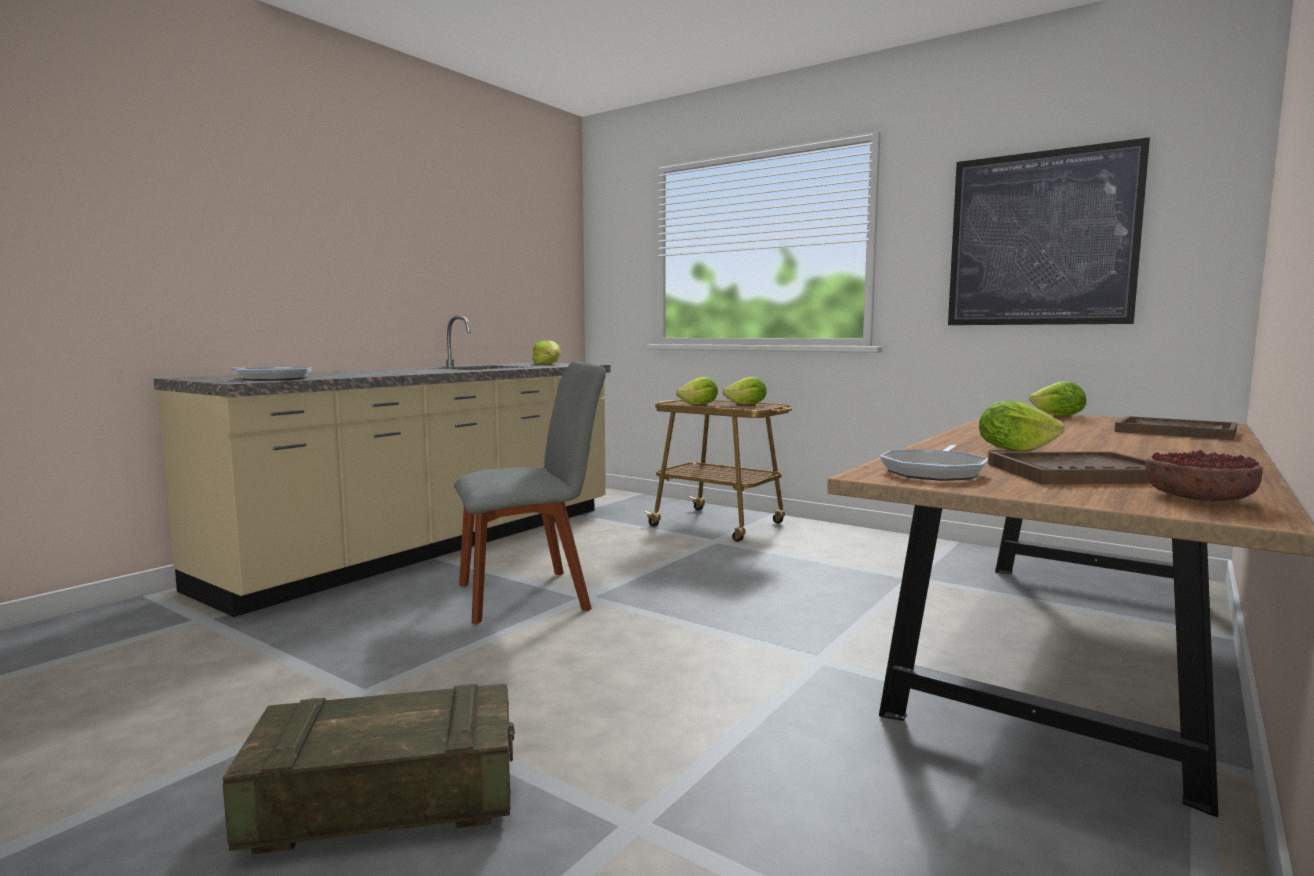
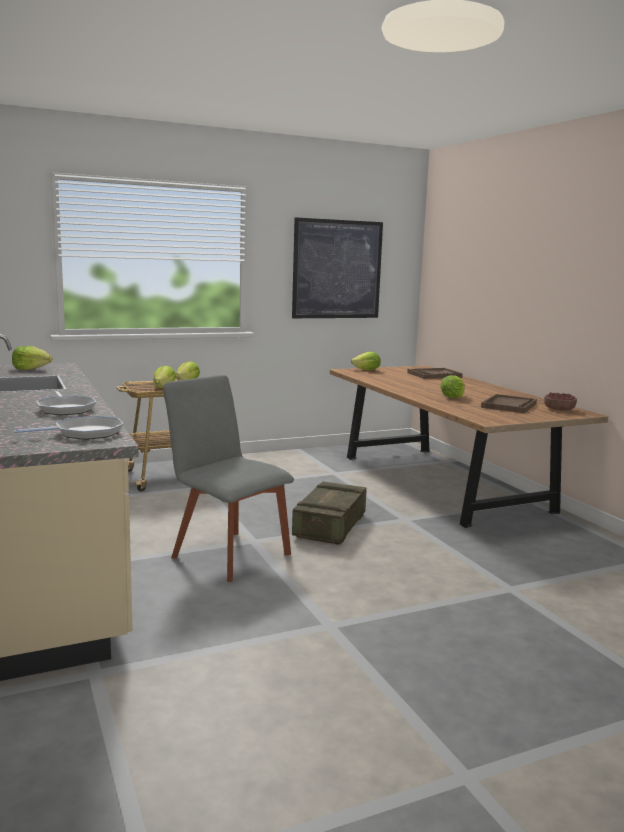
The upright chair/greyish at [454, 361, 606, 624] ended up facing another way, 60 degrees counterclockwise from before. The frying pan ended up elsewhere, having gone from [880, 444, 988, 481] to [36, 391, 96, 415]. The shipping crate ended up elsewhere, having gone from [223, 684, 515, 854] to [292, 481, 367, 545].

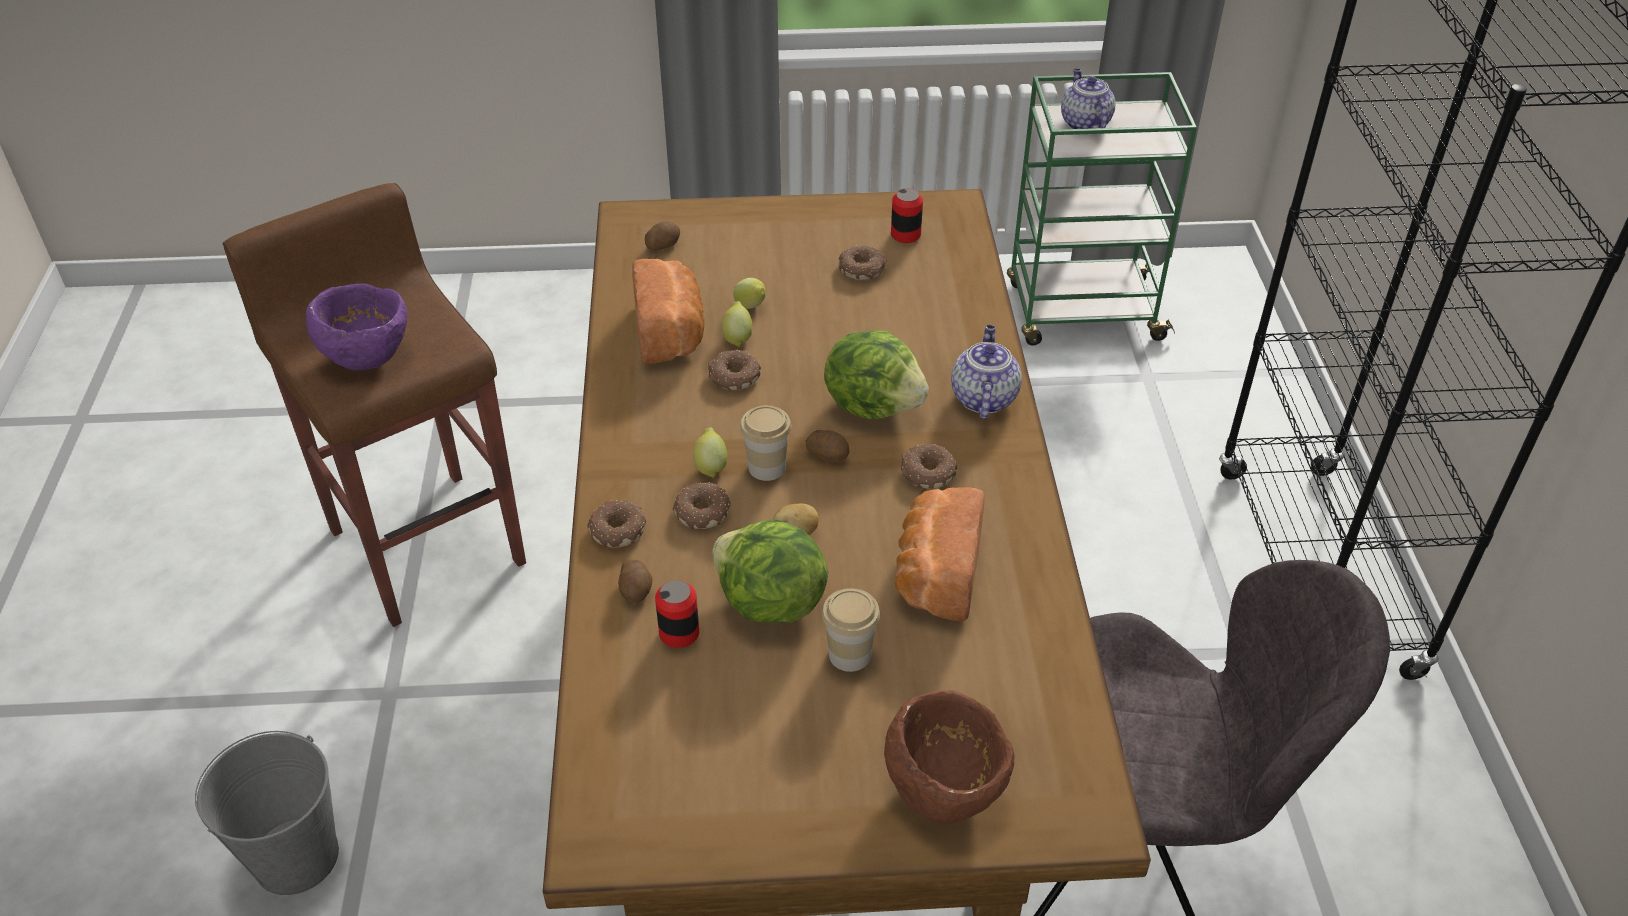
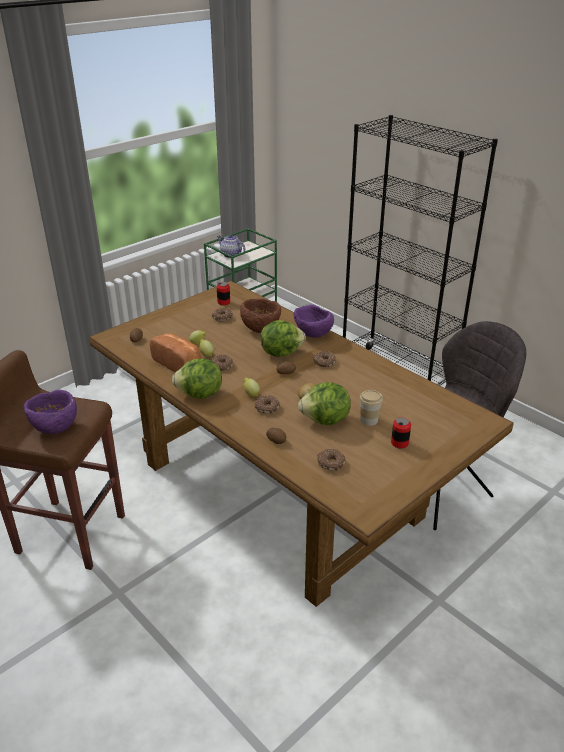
Where the teapot stood at [951, 325, 1022, 419], the serving bowl/purple-coloured came to stand at [294, 304, 334, 338]. The second view lost the drinking cup at [740, 405, 791, 481]. The second view lost the bakery bread at [895, 487, 985, 621]. The doughnut ended up elsewhere, having gone from [587, 500, 646, 547] to [317, 449, 346, 471]. The can ended up elsewhere, having gone from [655, 580, 699, 648] to [391, 417, 411, 449]. The serving bowl/brownish ended up elsewhere, having gone from [884, 690, 1015, 823] to [240, 299, 281, 333]. The second view lost the pail/greyish at [195, 731, 339, 895]. The second view gained the head of lettuce at [172, 359, 222, 399].

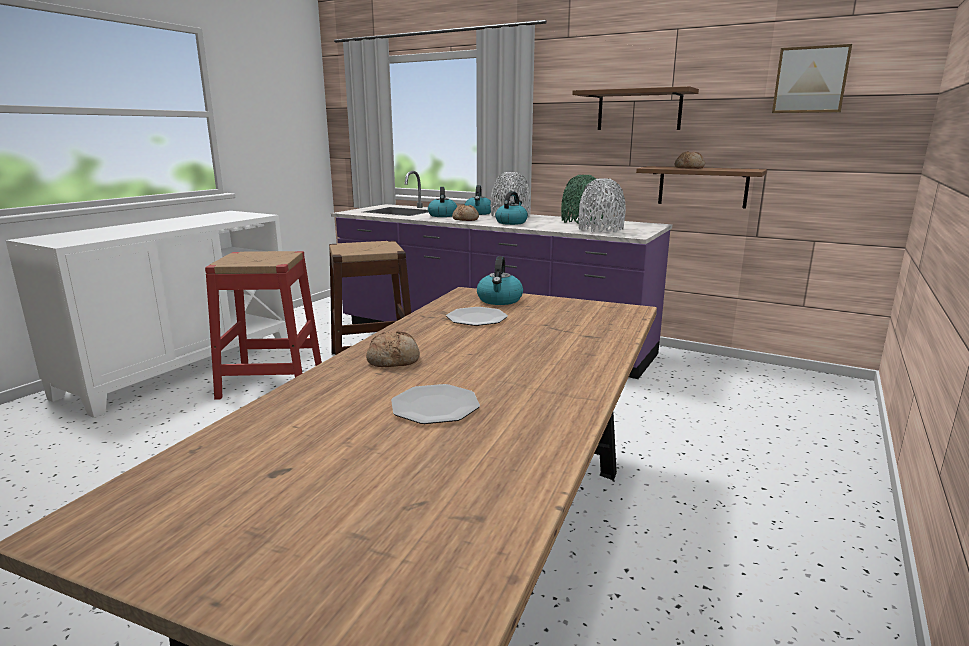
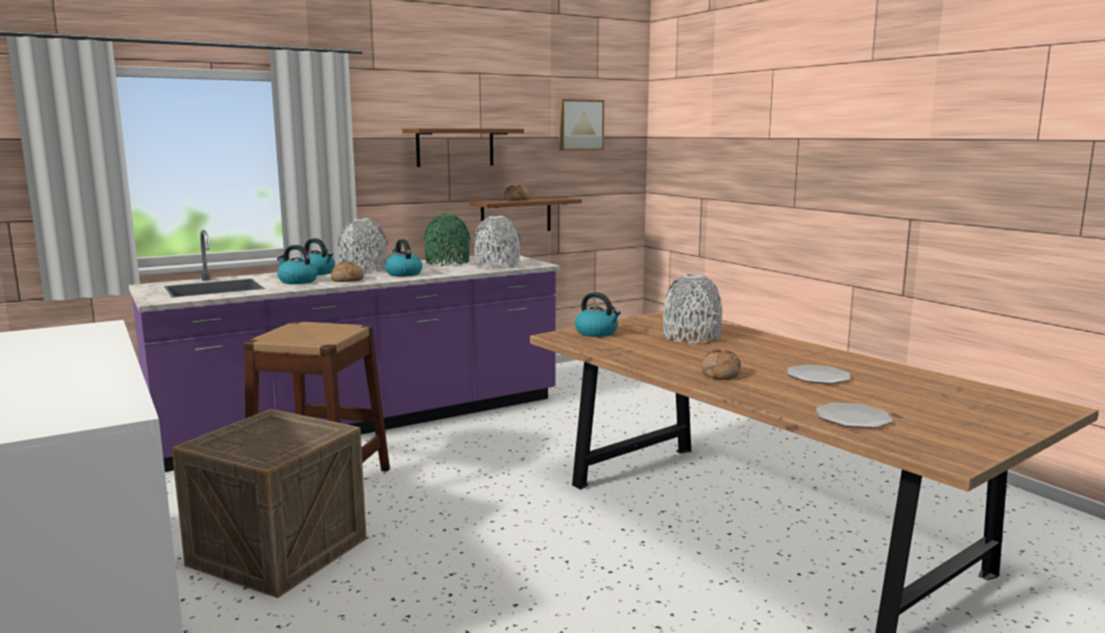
Where the stool seat/reddish stood at [205, 251, 322, 400], the shipping crate came to stand at [172, 409, 367, 598]. The plate ended up elsewhere, having gone from [446, 307, 508, 326] to [816, 403, 893, 428]. The second view gained the flower vase/greyish at [663, 274, 722, 344].

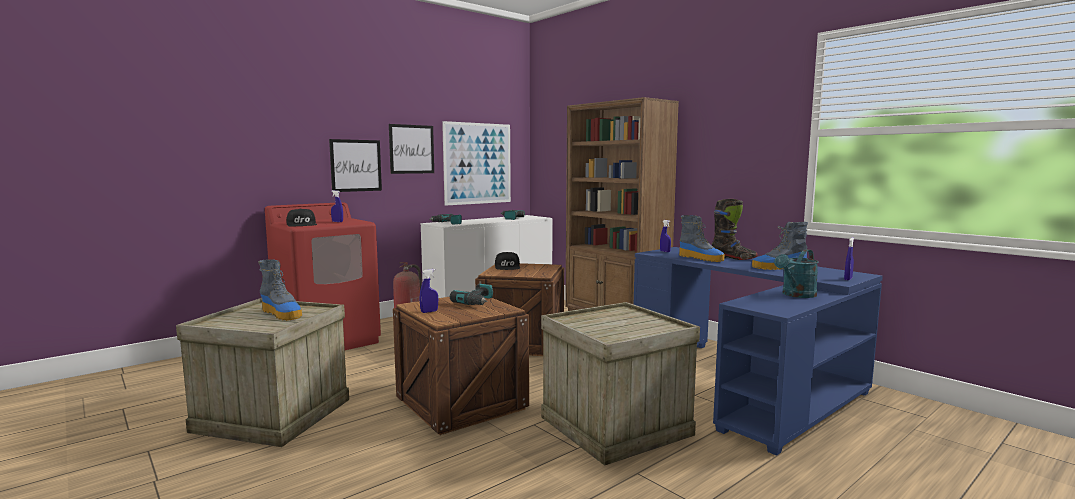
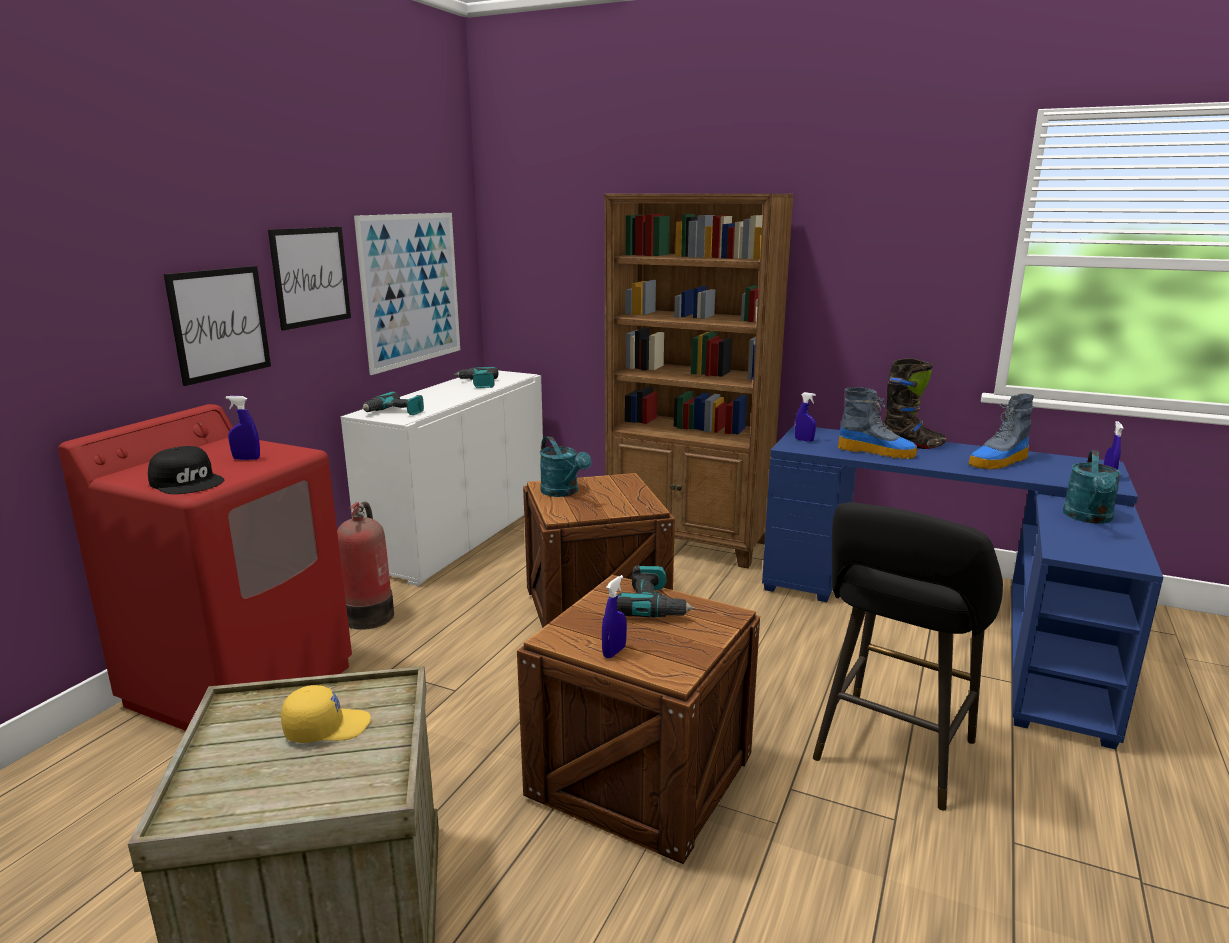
Where the peaked cap/black stood at [495, 252, 520, 270], the watering pot/turquoise-coloured came to stand at [540, 436, 591, 497]. Where the boot stood at [258, 259, 302, 321], the peaked cap/yellow came to stand at [281, 685, 371, 743]. Where the shipping crate stood at [541, 302, 700, 466], the stool seat/black came to stand at [813, 502, 1003, 811].

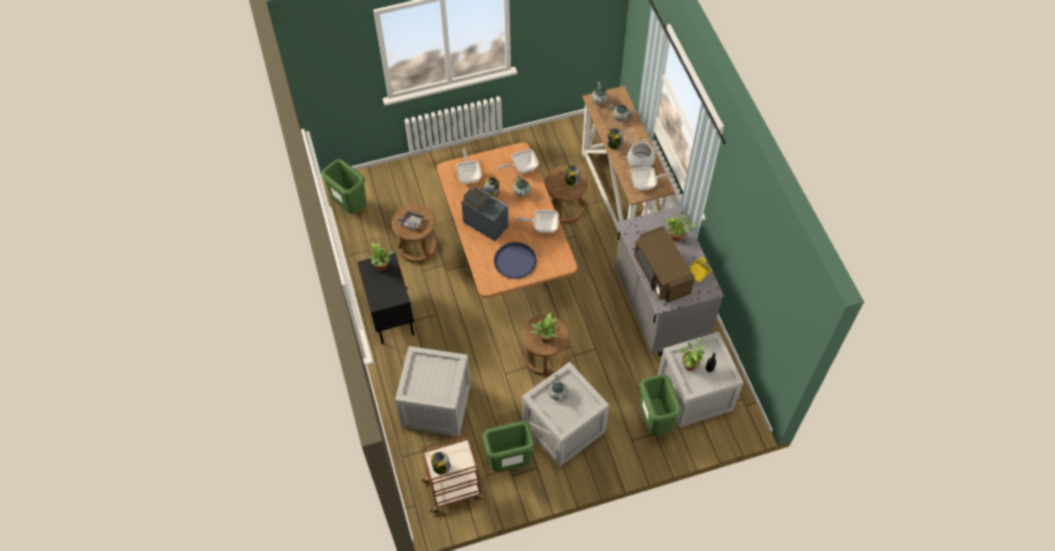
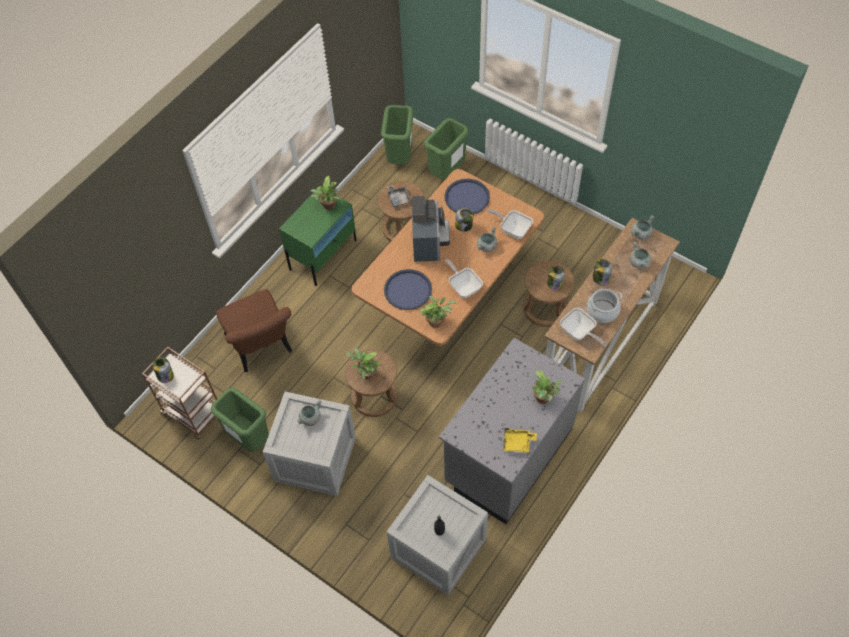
Where the frying pan stood at [456, 148, 482, 184], the serving tray/blue-coloured came to stand at [444, 179, 490, 215]. The second view lost the kitchen microwave/brownish at [634, 226, 695, 303]. What was the nightstand/black at [357, 252, 414, 344] turned into the nightstand/greenish at [279, 186, 357, 286]. The plant in a pot ended up elsewhere, having gone from [677, 338, 707, 371] to [420, 296, 456, 328]. Where the shipping crate stood at [395, 346, 471, 436], the upright chair/brownish came to stand at [216, 289, 292, 372]. The waste bin/greenish ended up elsewhere, having gone from [640, 374, 682, 435] to [424, 118, 469, 179].

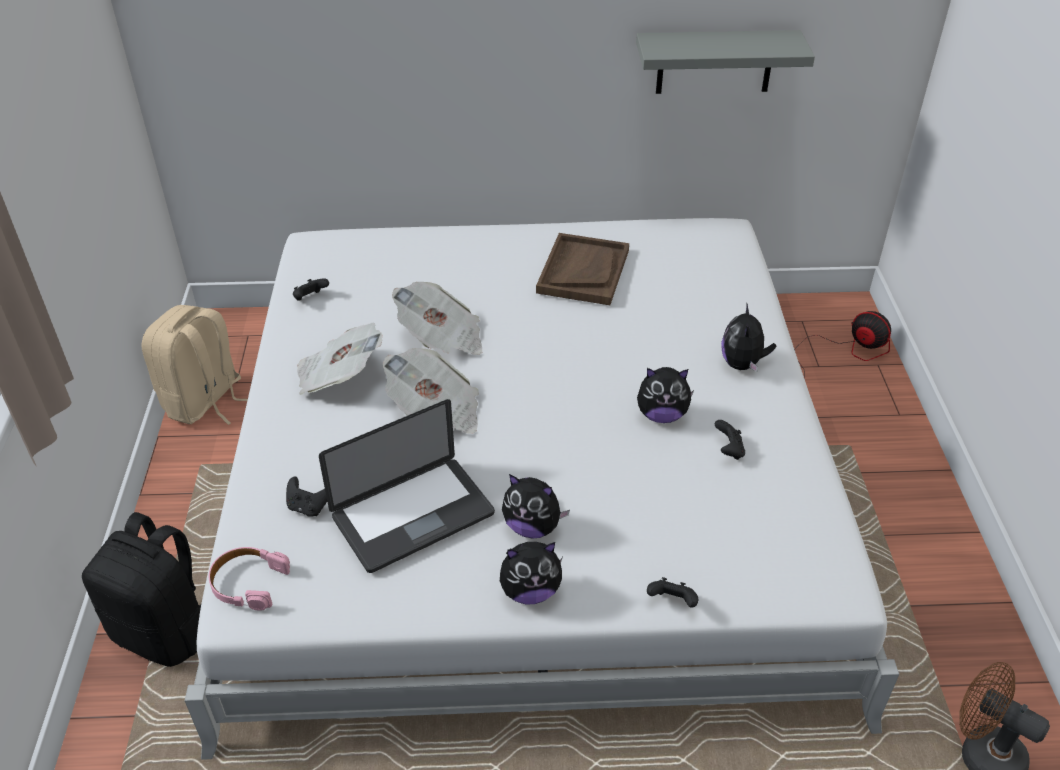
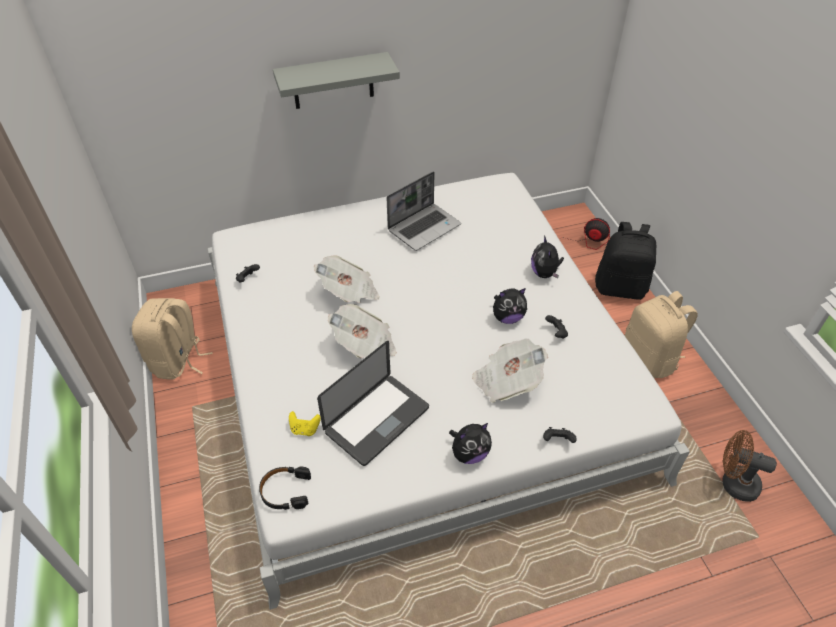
The shelf/greyish ended up elsewhere, having gone from [636, 30, 815, 94] to [273, 52, 400, 109]. Where the serving tray/brownish stood at [536, 233, 629, 305], the laptop came to stand at [387, 171, 461, 251]. The newspaper ended up elsewhere, having gone from [297, 323, 383, 395] to [472, 338, 548, 403]. The second view lost the plush toy at [502, 474, 570, 539]. What was the joypad/black at [286, 476, 327, 517] turned into the joypad/yellow at [289, 411, 321, 436]. The backpack/black ended up elsewhere, having gone from [82, 512, 201, 667] to [595, 222, 656, 300]. What was the headphones/pinkish at [209, 547, 290, 611] turned into the headphones/black at [259, 466, 311, 510]. The second view gained the backpack/beige-coloured at [625, 291, 698, 378].

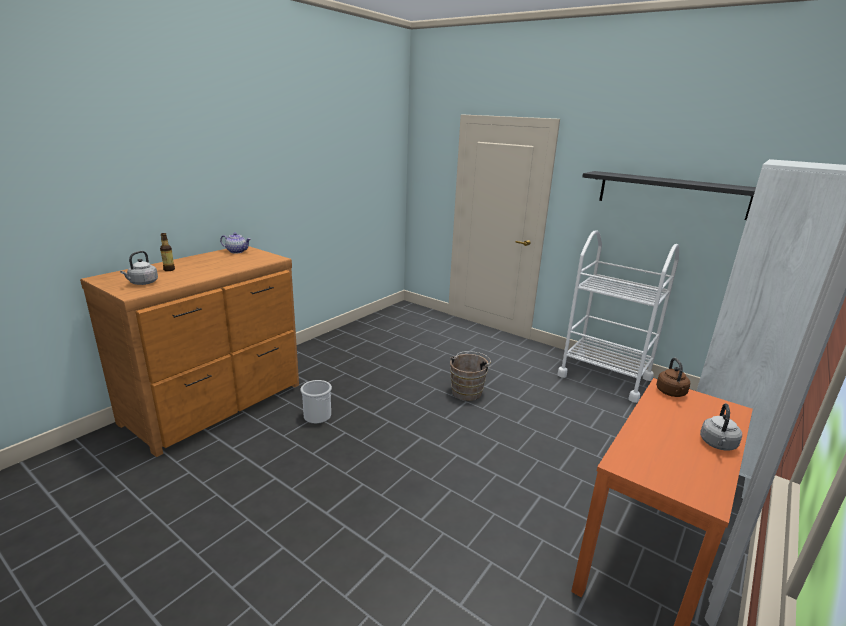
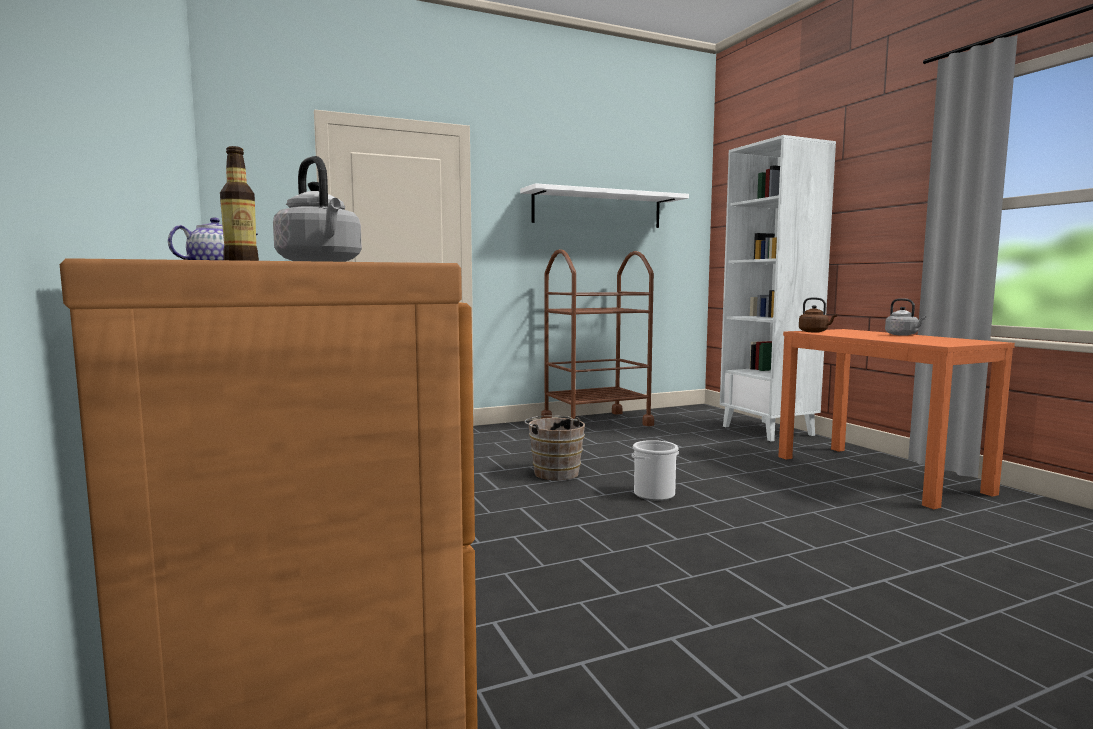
What was the shelf/black at [583, 171, 756, 220] turned into the shelf/whitish at [520, 183, 689, 228]. What was the trolley/whitish at [557, 230, 679, 403] turned into the trolley/brownish at [541, 249, 654, 426]. The pail ended up elsewhere, having gone from [301, 380, 332, 424] to [632, 440, 679, 501].

